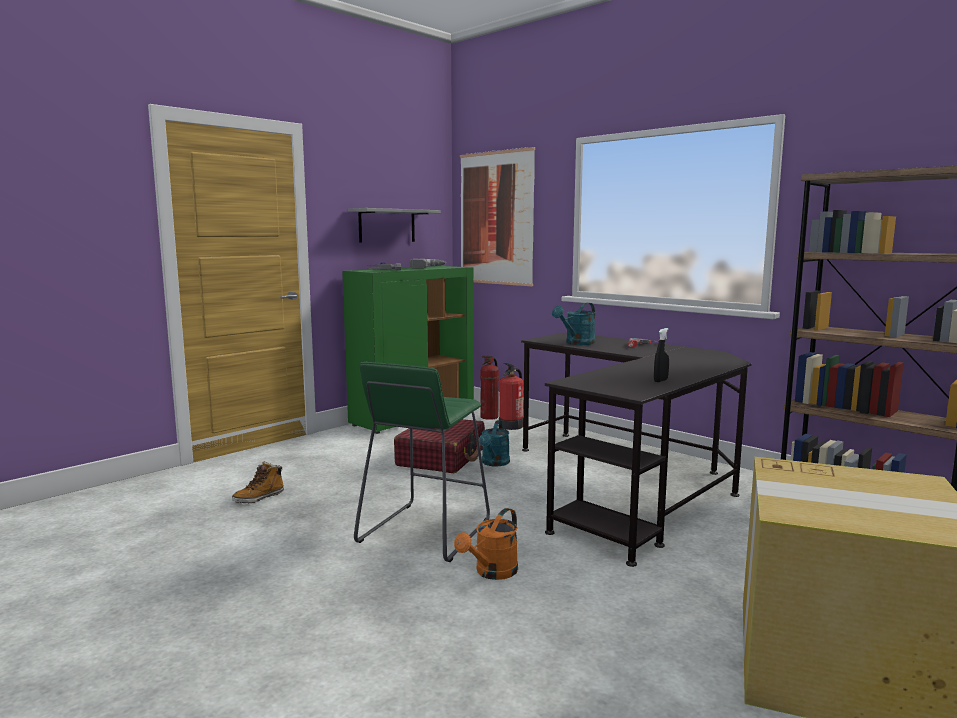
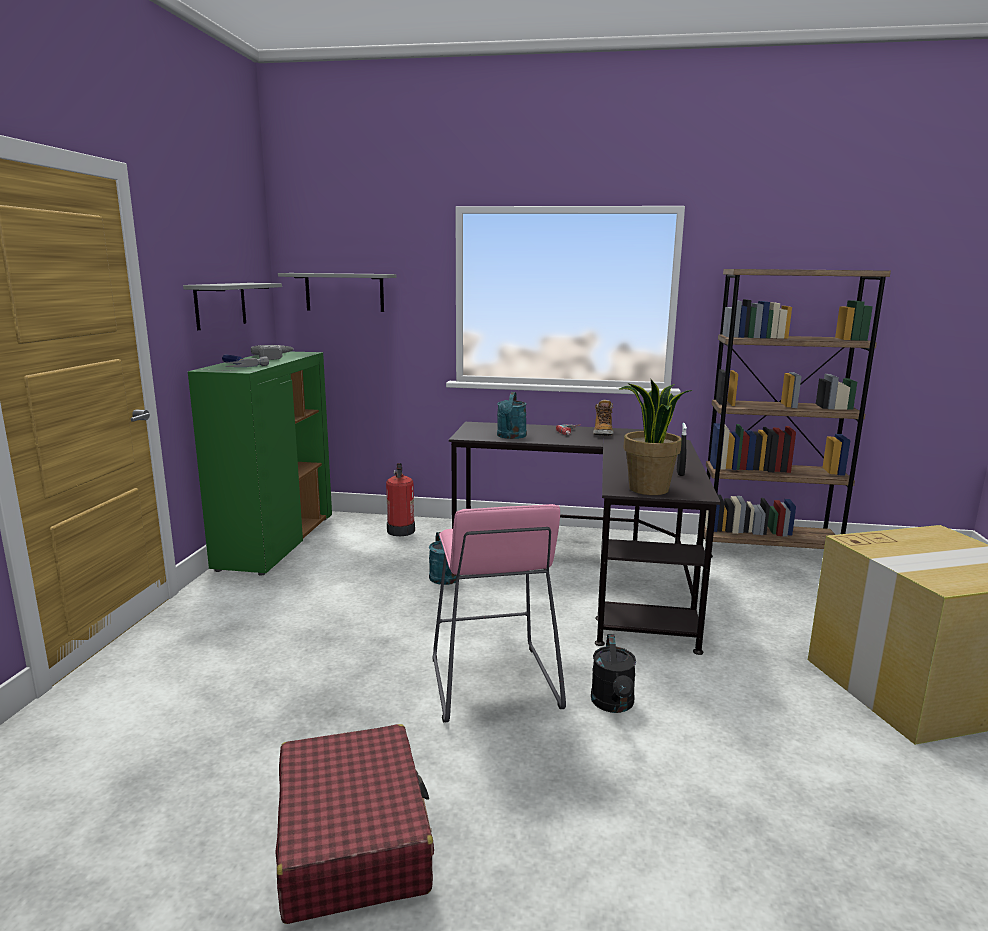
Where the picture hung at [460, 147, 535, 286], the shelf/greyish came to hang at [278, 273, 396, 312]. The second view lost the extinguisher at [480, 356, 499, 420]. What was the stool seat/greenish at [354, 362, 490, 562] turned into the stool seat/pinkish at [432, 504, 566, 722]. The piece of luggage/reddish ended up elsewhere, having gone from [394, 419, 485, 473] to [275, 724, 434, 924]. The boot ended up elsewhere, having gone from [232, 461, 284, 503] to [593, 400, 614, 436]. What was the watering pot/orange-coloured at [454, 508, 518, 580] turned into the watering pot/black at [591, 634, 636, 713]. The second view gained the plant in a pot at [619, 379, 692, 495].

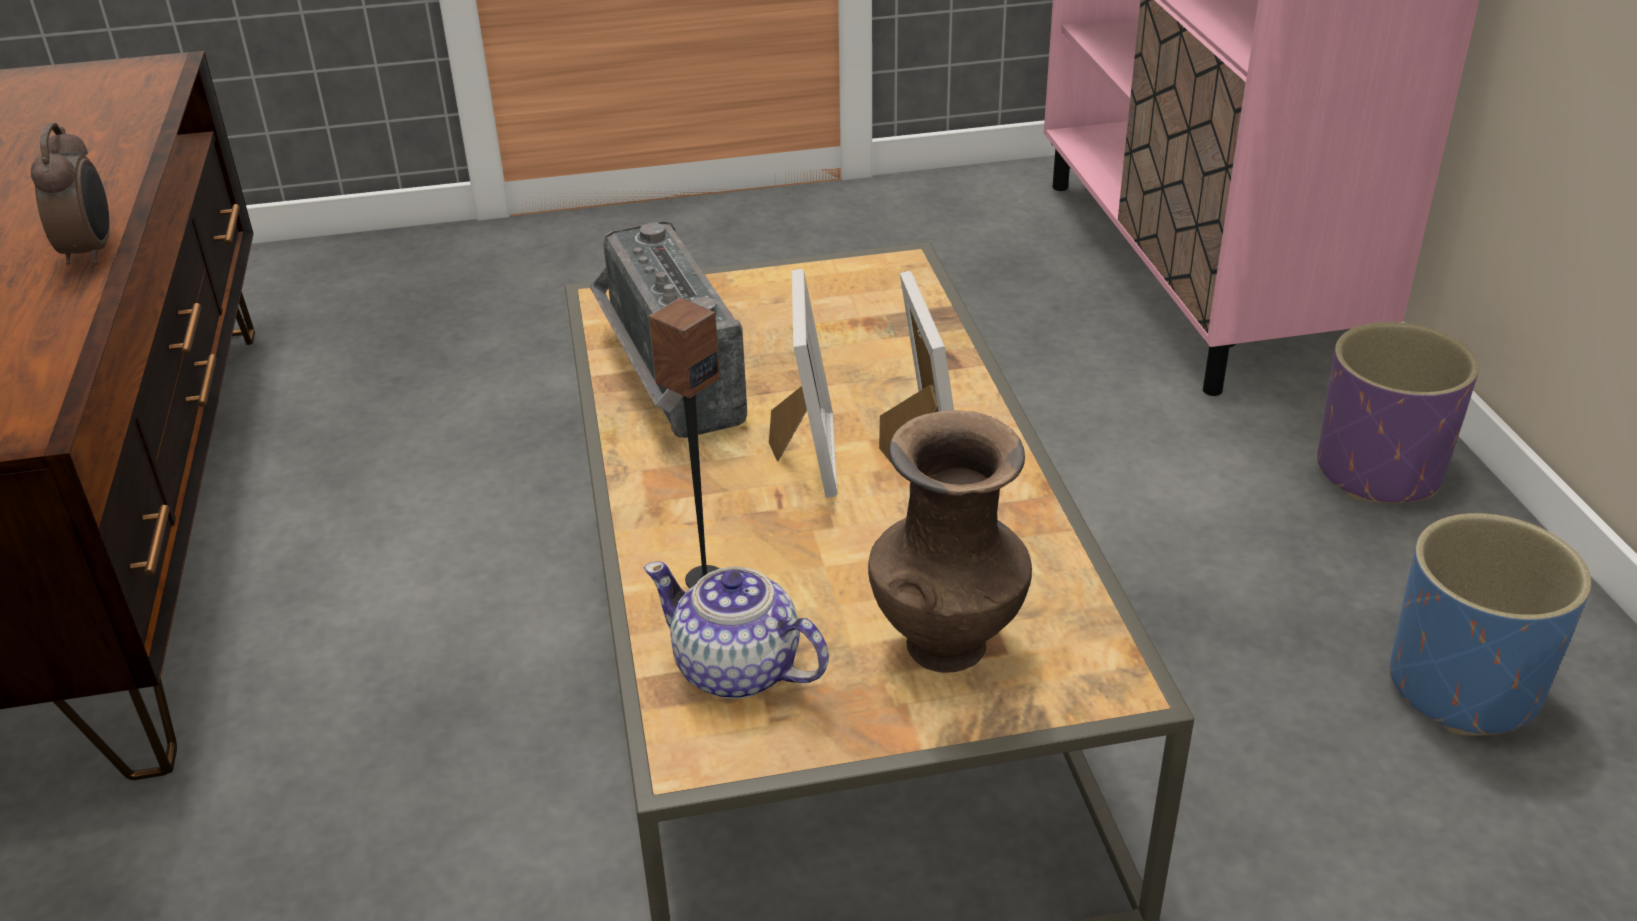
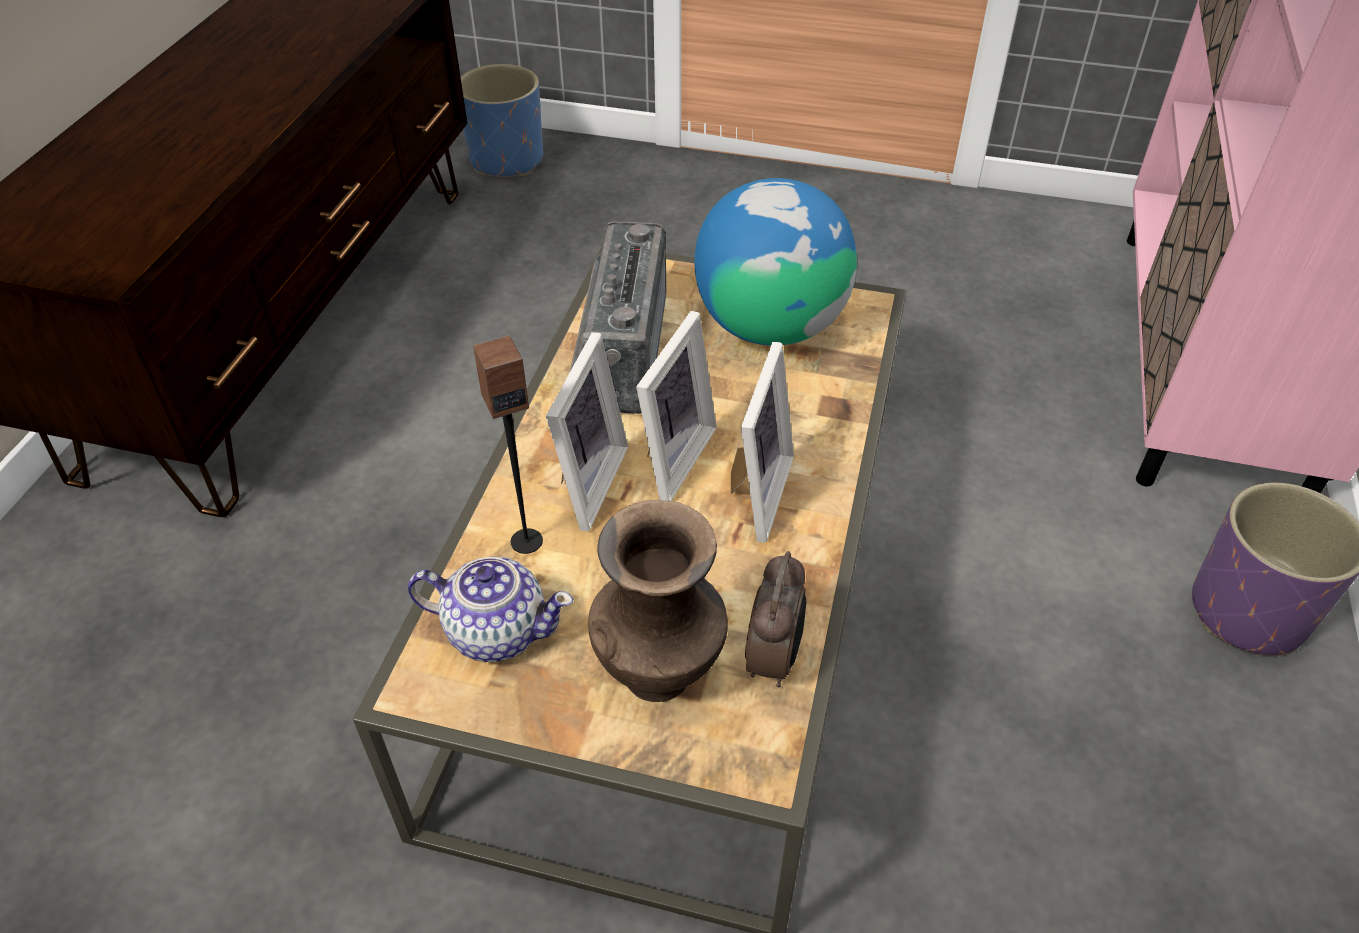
The alarm clock ended up elsewhere, having gone from [31, 123, 109, 265] to [745, 551, 806, 687]. The planter/blue-coloured ended up elsewhere, having gone from [1390, 513, 1591, 736] to [461, 64, 543, 177]. The teapot at [644, 562, 829, 699] ended up facing another way, 135 degrees clockwise from before. The second view gained the globe at [695, 178, 857, 346]. The second view gained the photo frame at [546, 332, 628, 531].

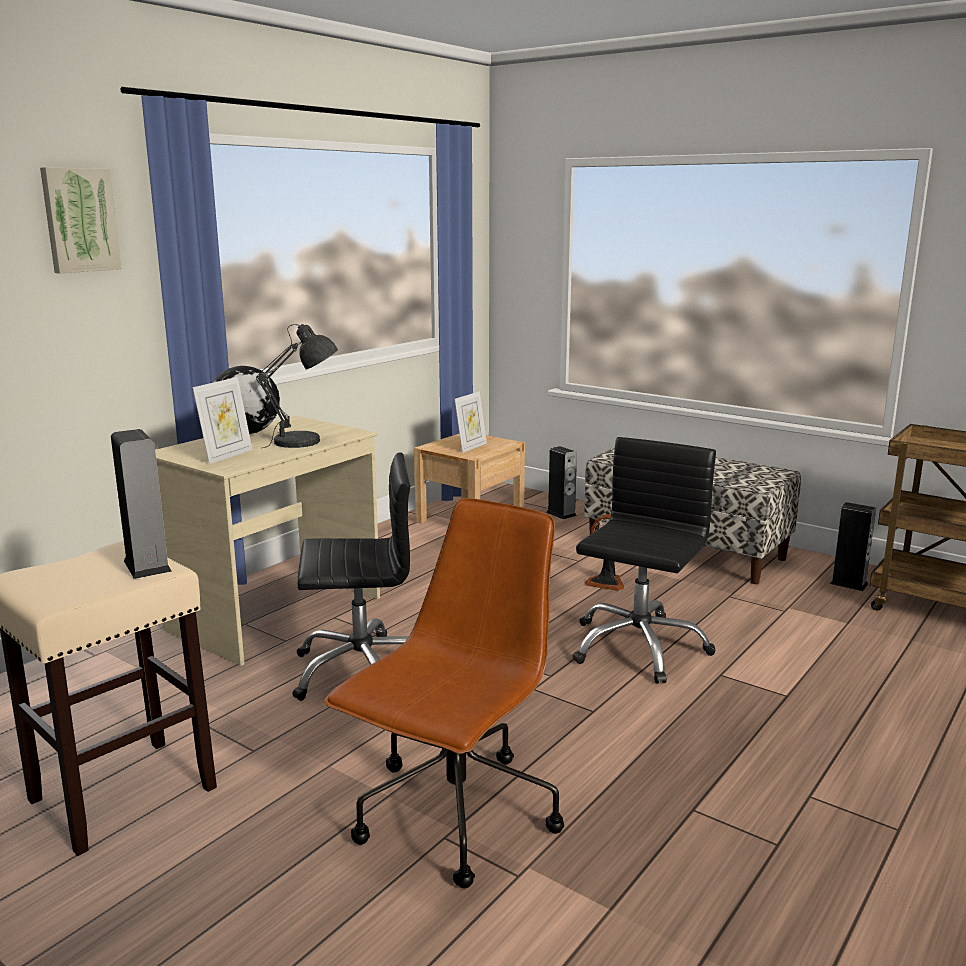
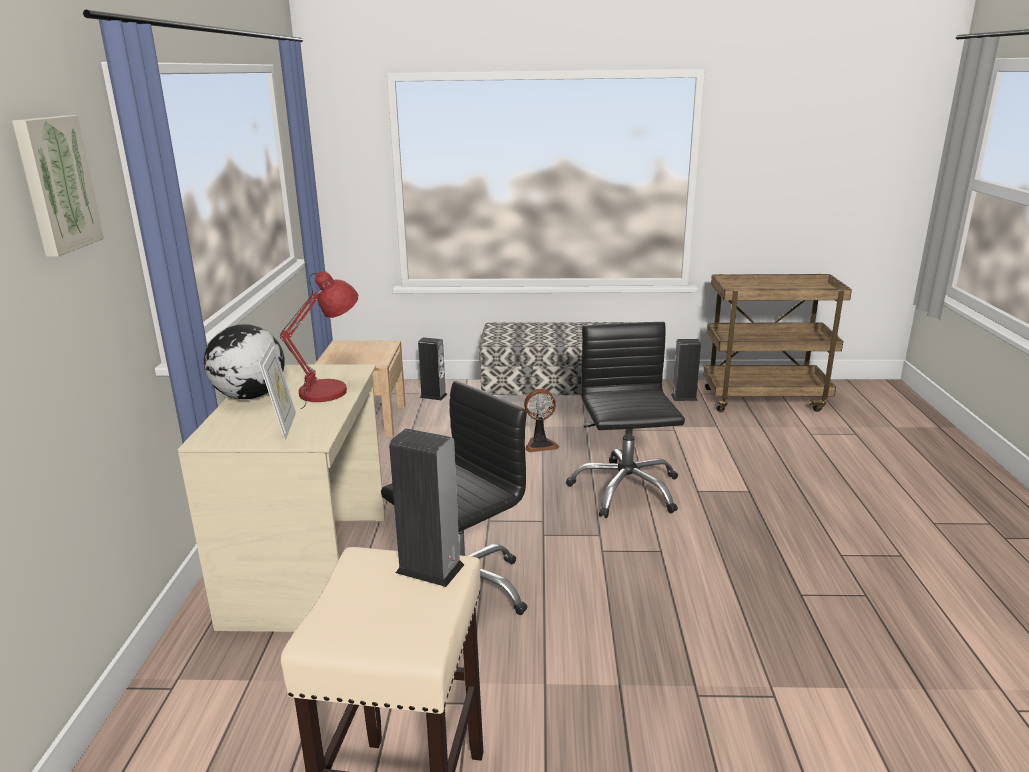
What was the tabletop lamp/greyish at [256, 324, 338, 448] turned into the tabletop lamp/reddish at [280, 271, 358, 409]. The second view lost the photo frame at [455, 391, 487, 453]. The second view lost the office chair/brownish at [324, 498, 564, 889].

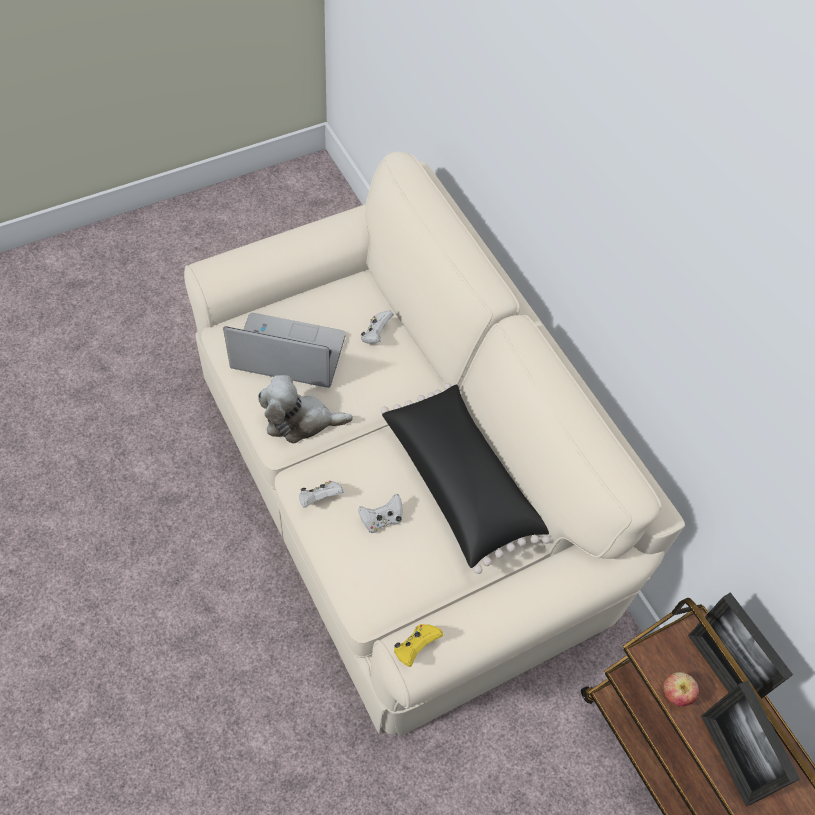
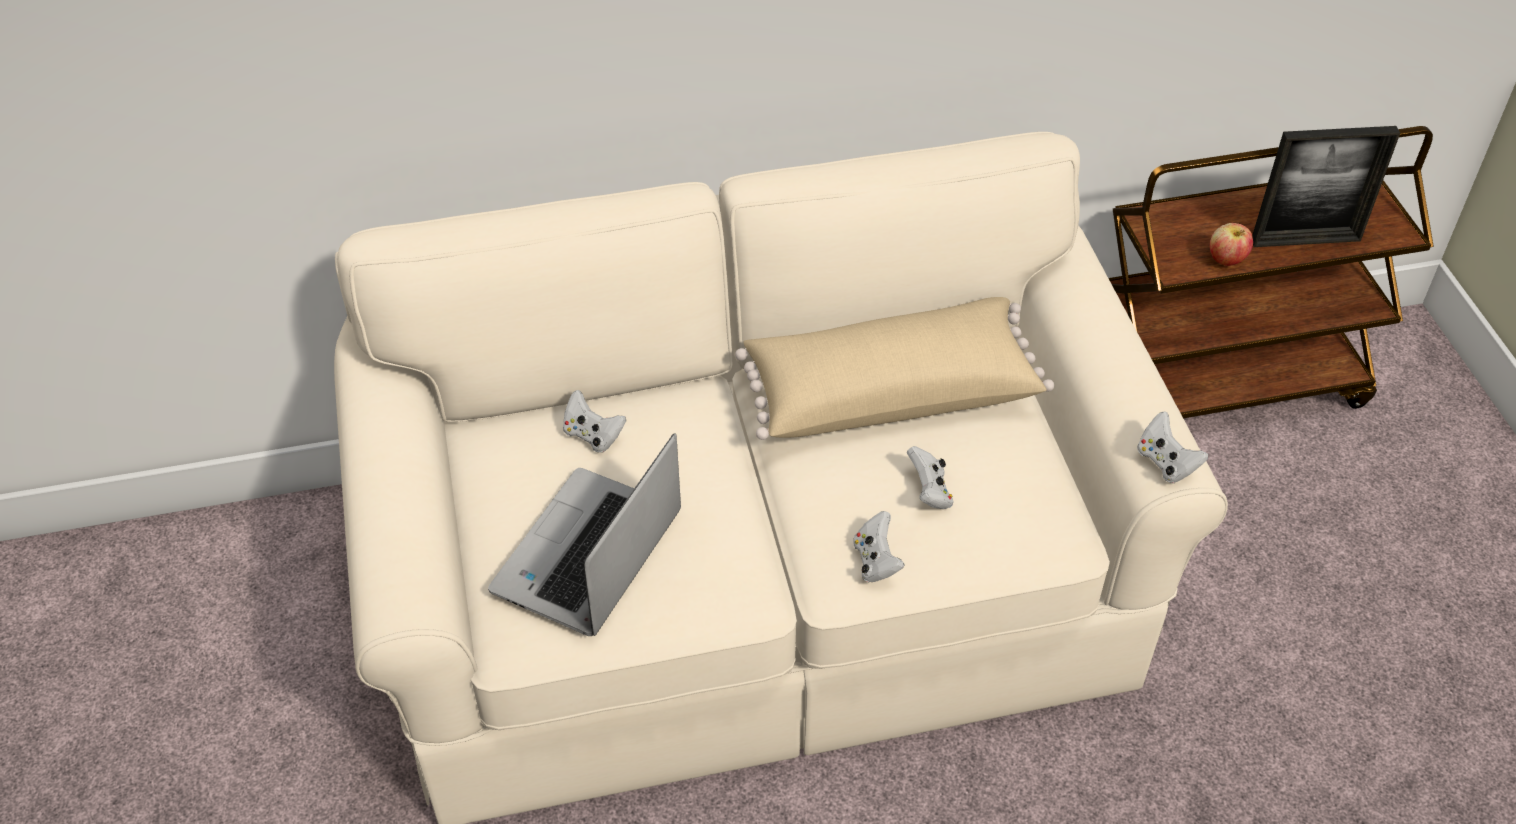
The second view lost the plush toy at [258, 375, 353, 444]. What was the throw pillow/black at [381, 383, 551, 574] turned into the throw pillow/beige-coloured at [735, 297, 1054, 440]. The second view lost the photo frame at [688, 592, 793, 699]. What was the joypad/yellow at [394, 624, 443, 667] turned into the joypad/whitish at [1137, 412, 1208, 483].

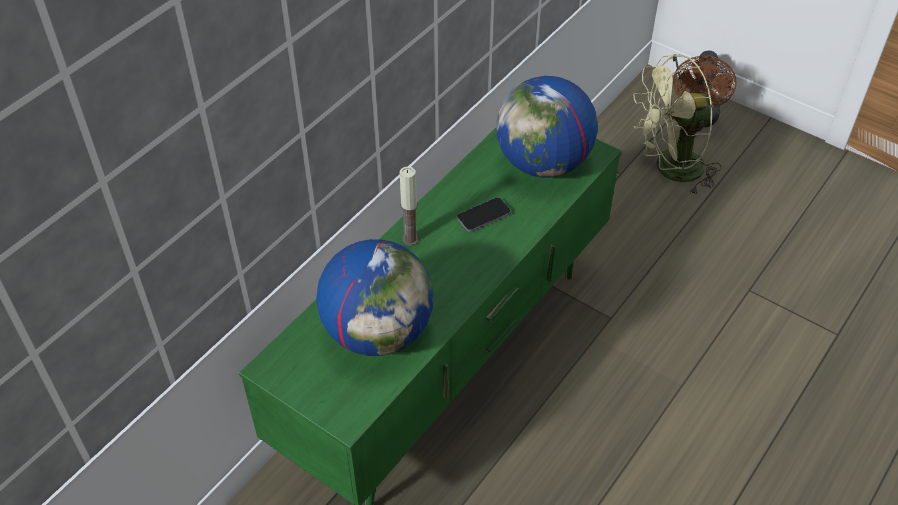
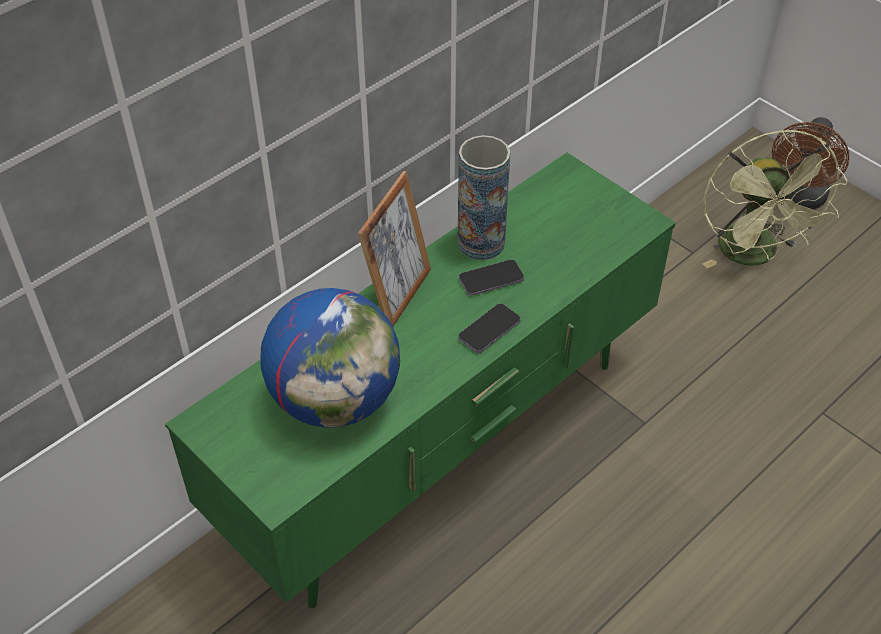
The fan/greenish at [633, 54, 721, 196] ended up facing another way, 90 degrees counterclockwise from before. The second view lost the globe at [496, 76, 598, 178]. Where the wax candle stood at [399, 166, 419, 245], the photo frame came to stand at [358, 171, 431, 327]. The second view gained the flower vase at [457, 135, 510, 260]. The second view gained the phone at [458, 304, 521, 353].

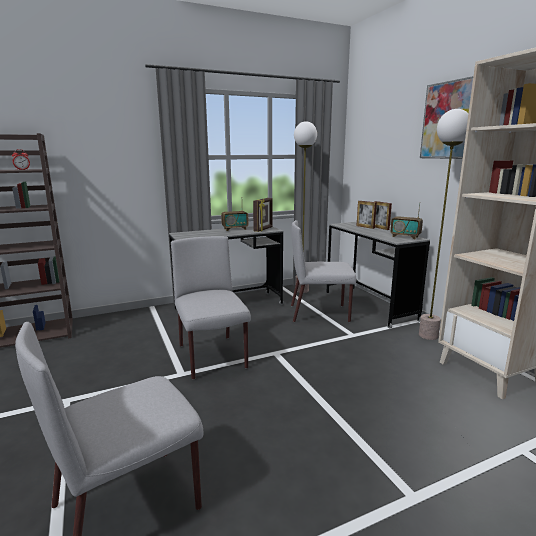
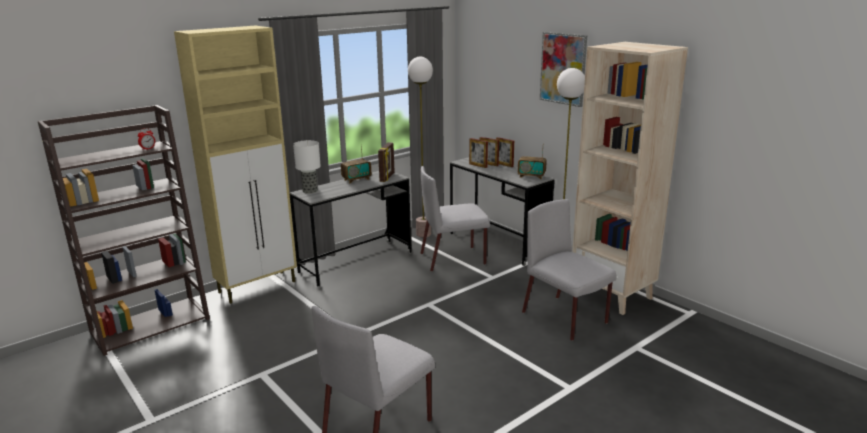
The upright chair/greyish ended up elsewhere, having gone from [171, 236, 251, 380] to [522, 199, 617, 341]. The second view gained the storage cabinet/beige-coloured at [174, 26, 297, 304]. The second view gained the photo frame at [469, 138, 488, 168]. The second view gained the tabletop lamp at [293, 140, 321, 194].

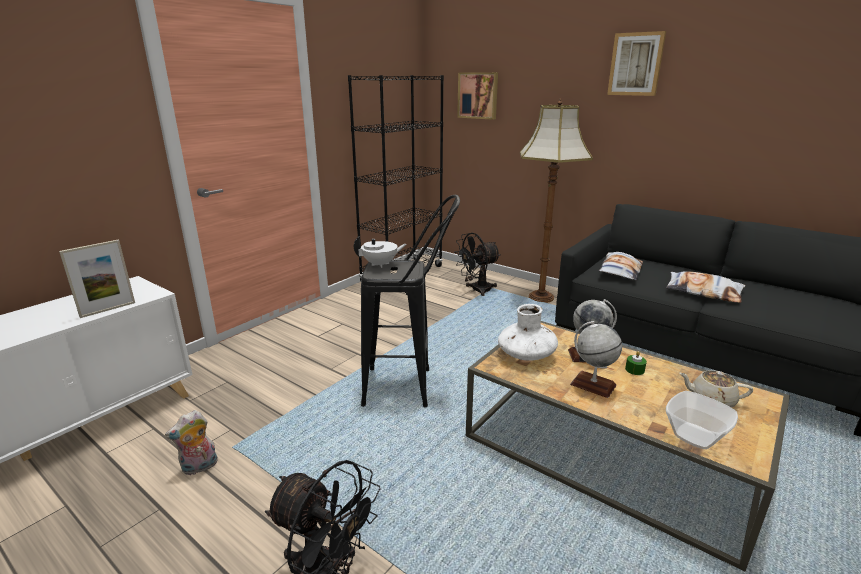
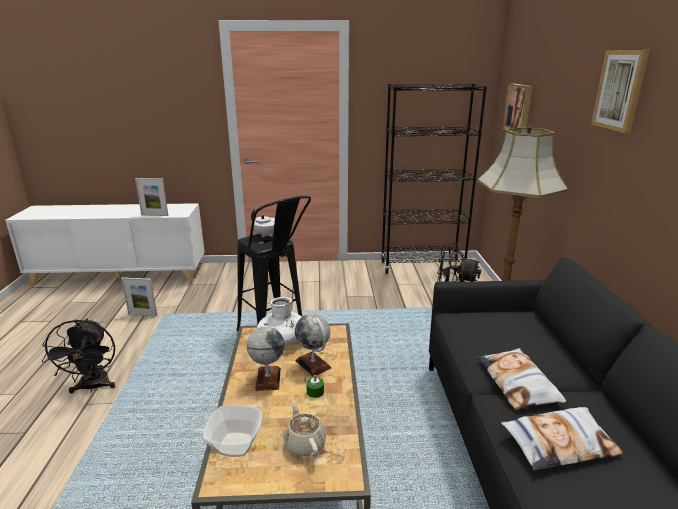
The throw pillow ended up elsewhere, having gone from [599, 252, 643, 280] to [501, 407, 623, 471]. Where the plush toy stood at [165, 410, 218, 475], the photo frame came to stand at [121, 277, 158, 317].

